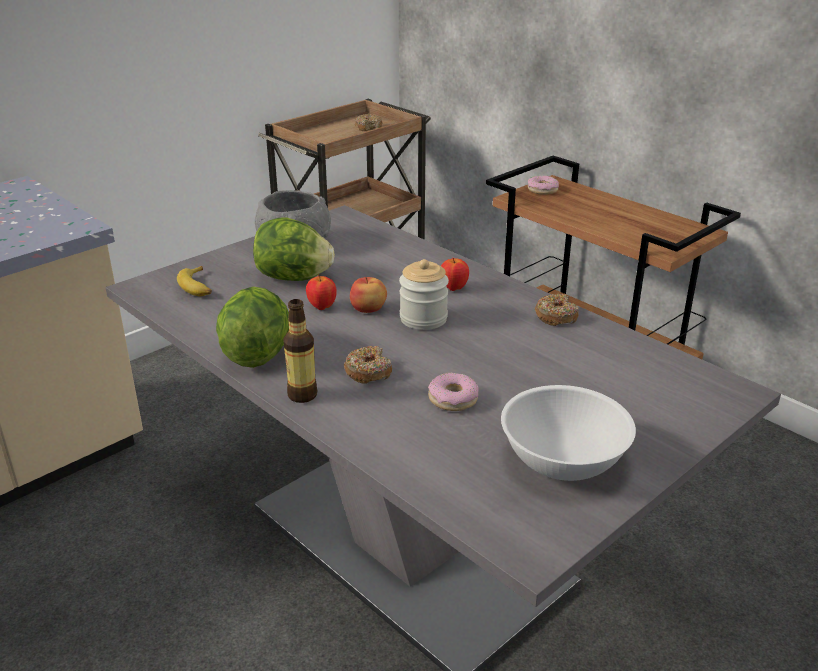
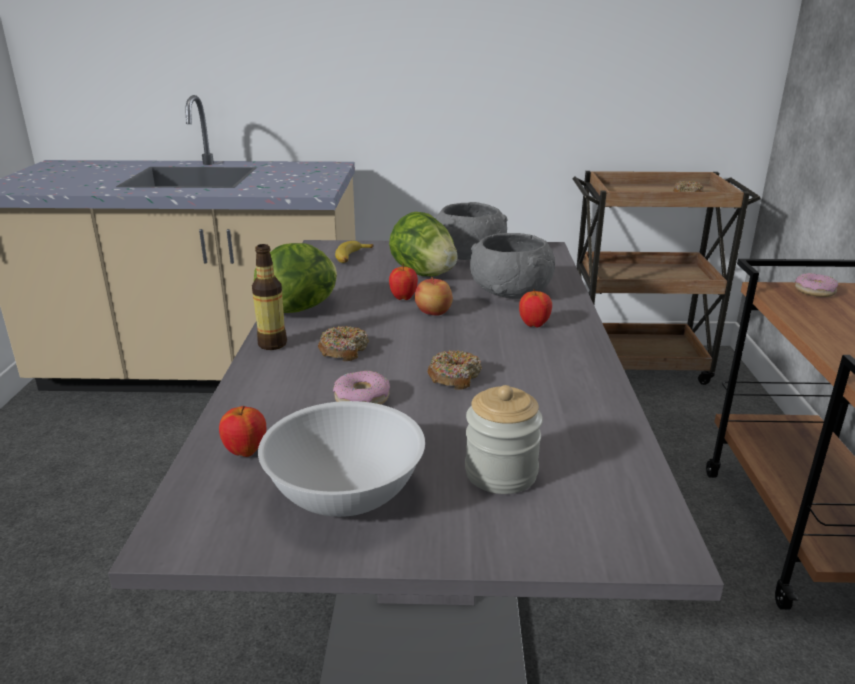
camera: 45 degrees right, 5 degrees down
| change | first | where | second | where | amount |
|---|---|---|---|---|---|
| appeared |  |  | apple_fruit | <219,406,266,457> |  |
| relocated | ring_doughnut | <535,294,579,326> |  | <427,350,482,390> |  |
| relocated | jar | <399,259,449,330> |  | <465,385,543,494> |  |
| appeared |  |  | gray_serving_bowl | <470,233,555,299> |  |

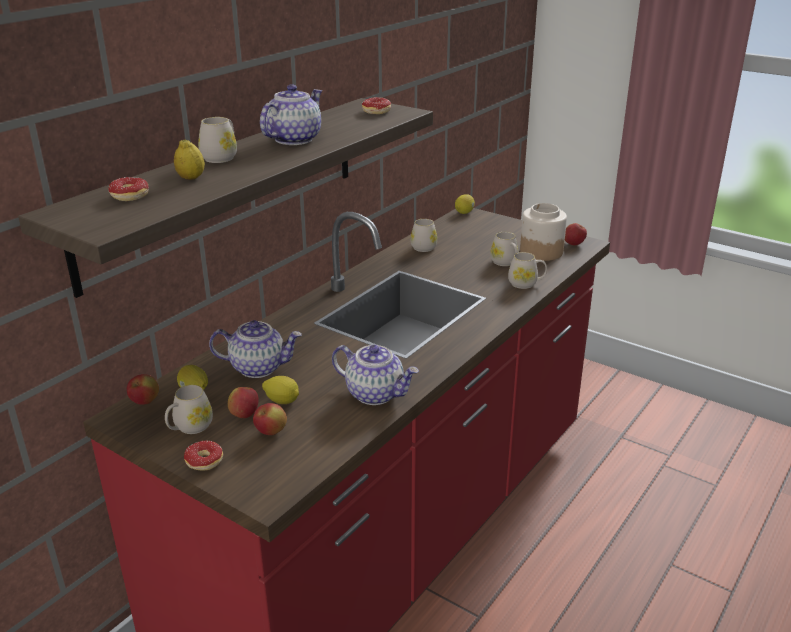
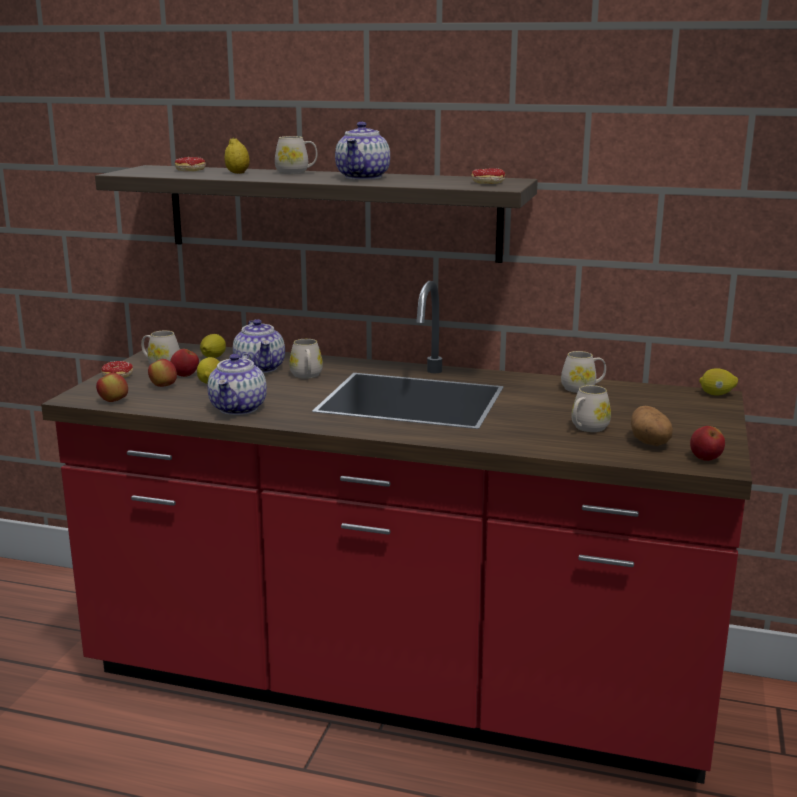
camera: 70 degrees right, 10 degrees down
| change | first | where | second | where | amount |
|---|---|---|---|---|---|
| relocated | apple_fruit | <127,374,159,405> |  | <96,373,128,402> |  |
| relocated | whitish_coffee_mug | <508,252,547,289> |  | <289,339,323,379> |  |
| spun | tea_pot | <260,84,323,145> |  | <335,122,390,180> | 90 degrees clockwise |
| exchanged | jar | <520,203,567,261> | spud | <631,406,673,446> |  |

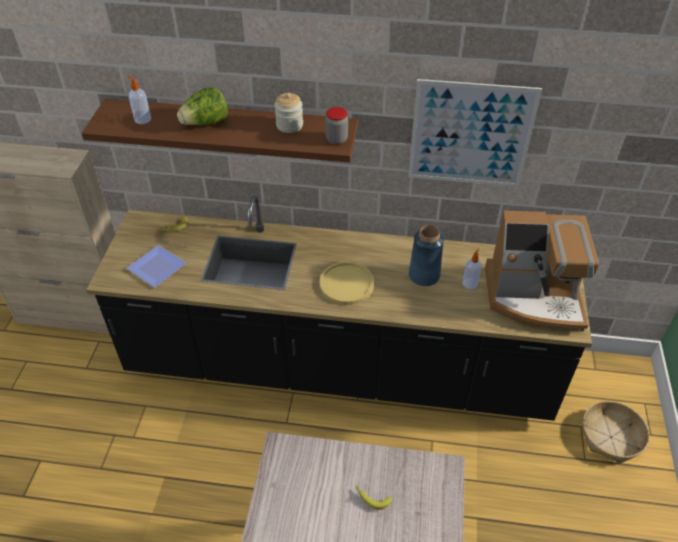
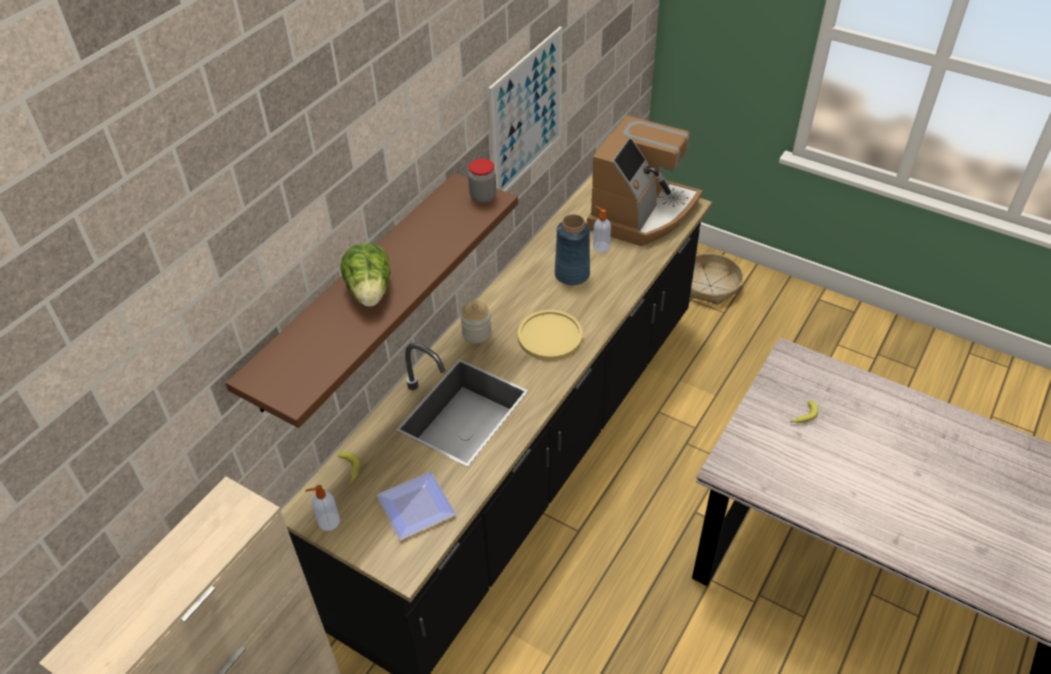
camera: 65 degrees left, 0 degrees up
| change | first | where | second | where | amount |
|---|---|---|---|---|---|
| relocated | soap_dispenser | <128,75,151,124> |  | <305,485,340,531> |  |
| relocated | jar | <274,93,303,133> |  | <460,301,492,343> |  |

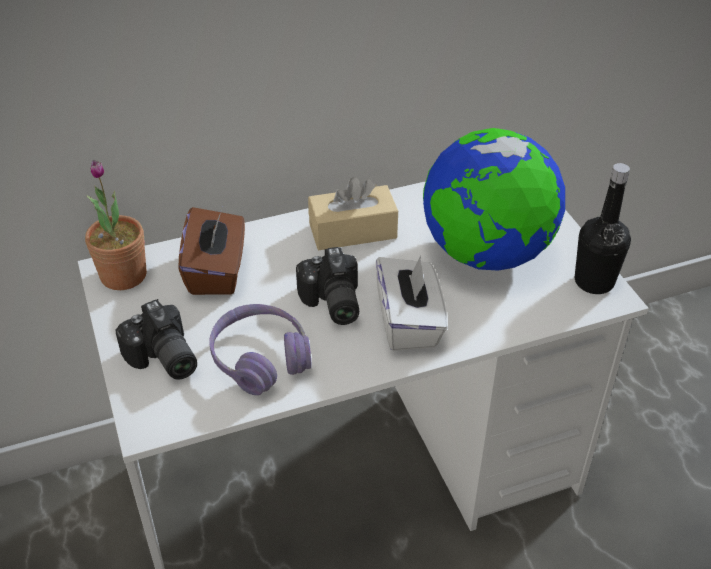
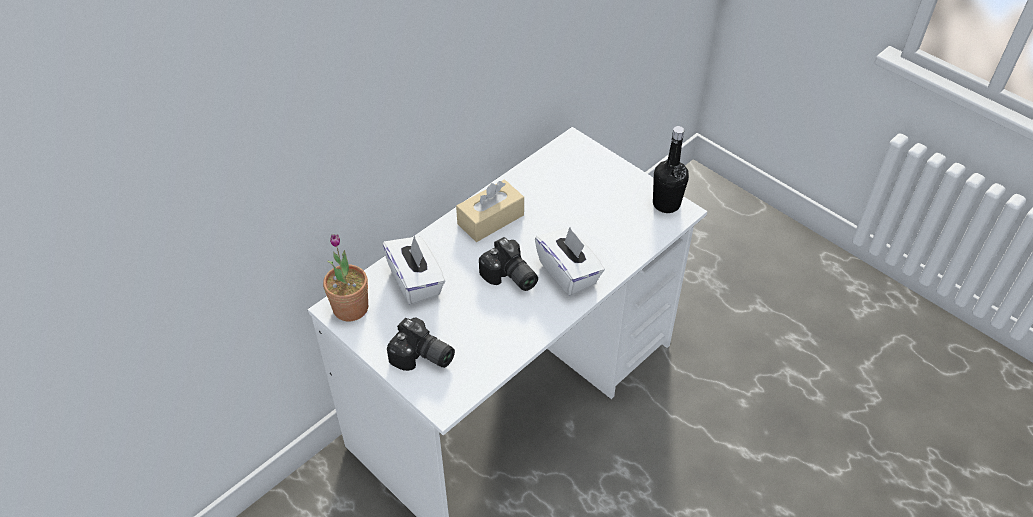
camera: 25 degrees left, 5 degrees up
| change | first | where | second | where | amount |
|---|---|---|---|---|---|
| colour | brown-coloured_tissue_holder | <179,207,245,295> | whitish_tissue_holder | <382,235,445,305> |  |
| missing | purplish_pair_of_headphones | <209,304,312,395> |  |  |  |
| missing | globe | <423,128,565,271> |  |  |  |

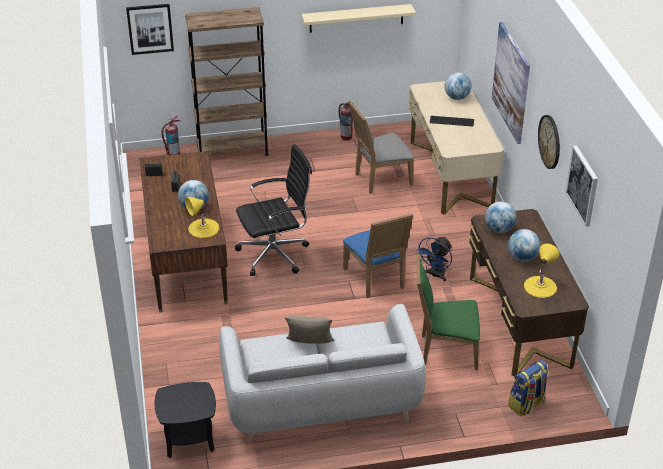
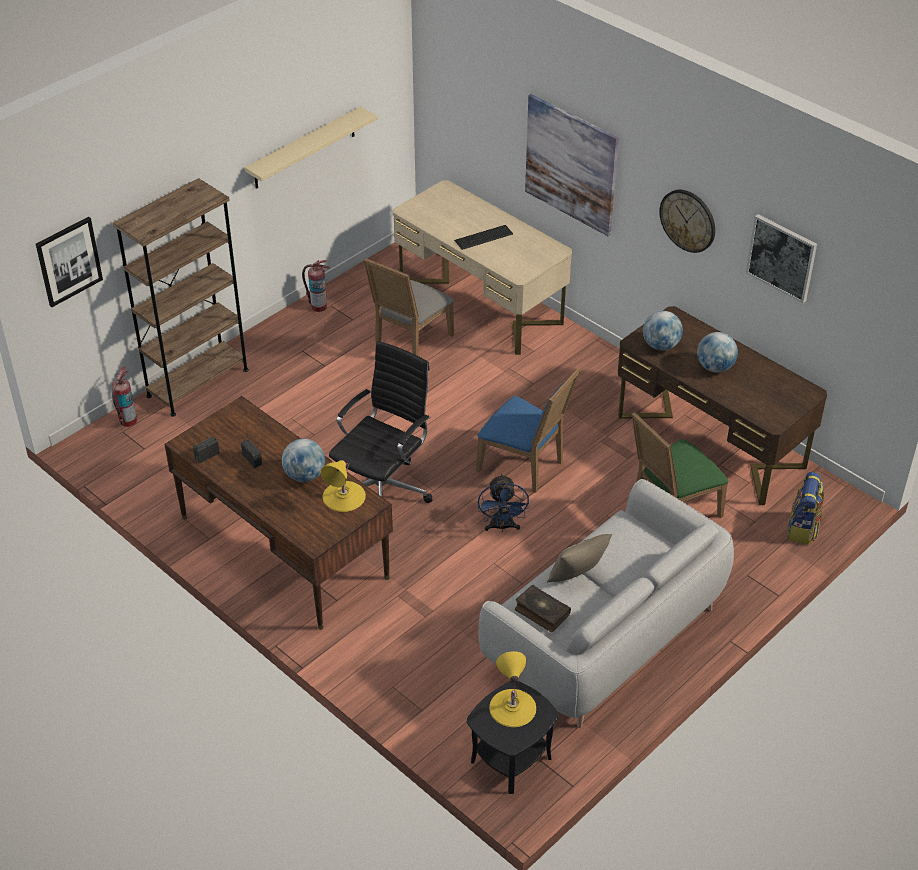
camera: 35 degrees left, 5 degrees up
| change | first | where | second | where | amount |
|---|---|---|---|---|---|
| relocated | blue_cooling_fan | <415,237,452,282> |  | <478,474,529,532> |  |
| relocated | yellow_table_lamp | <524,243,559,298> |  | <489,651,536,727> |  |
| appeared |  |  | volume | <515,585,571,632> |  |
| missing | globe | <444,72,472,100> |  |  |  |

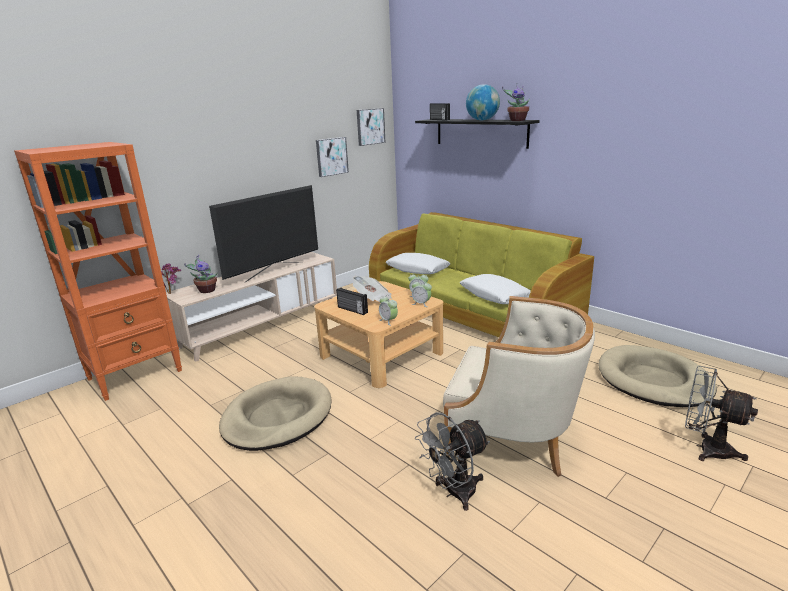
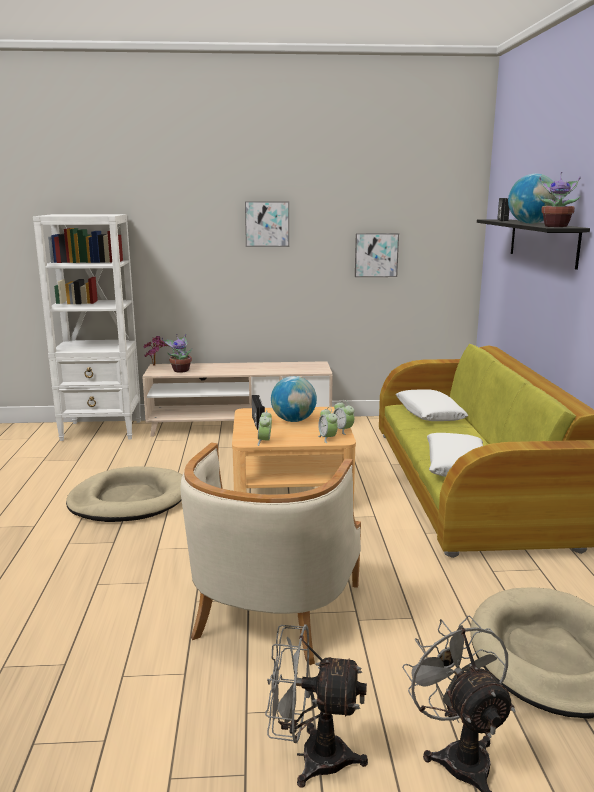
camera: 40 degrees right, 5 degrees down
| change | first | where | second | where | amount |
|---|---|---|---|---|---|
| colour | orange-coloured_bookshelf | <14,142,182,401> | whitish_bookshelf | <33,214,141,441> |  |
| spun | sand-coloured_armchair | <443,296,595,477> |  | <180,442,361,665> | 45 degrees clockwise |
| relocated | wall_art | <357,108,386,146> |  | <245,201,289,247> |  |
| relocated | gray_cooling_fan | <415,412,490,511> |  | <265,624,368,788> |  |
| exchanged | newspaper | <353,276,392,302> | globe | <271,376,317,422> |  |
| missing | TV | <209,185,318,282> |  |  |  |

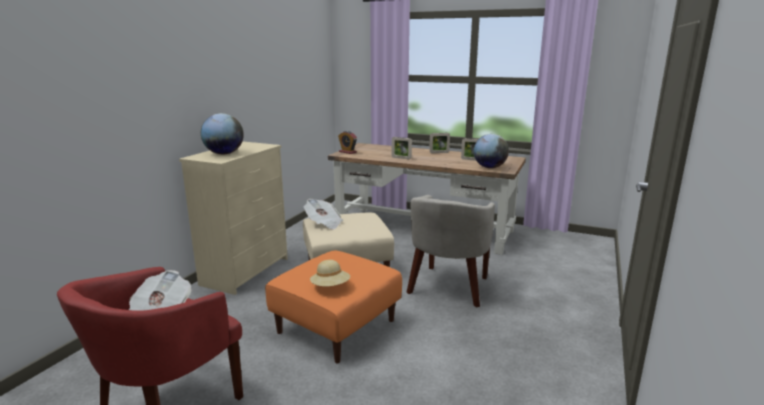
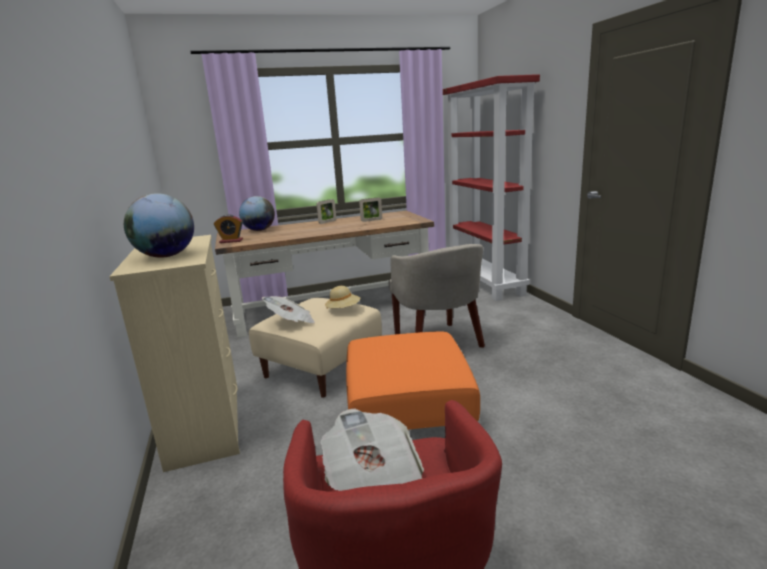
camera: 40 degrees left, 0 degrees up
| change | first | where | second | where | amount |
|---|---|---|---|---|---|
| relocated | globe | <474,134,509,168> |  | <239,196,275,231> |  |
| relocated | sand-coloured_wearable_hat | <310,260,350,287> |  | <325,286,360,309> |  |
| appeared |  |  | red-coloured_bookshelf | <443,74,540,301> |  |
| missing | photo_frame | <392,137,412,159> |  |  |  |

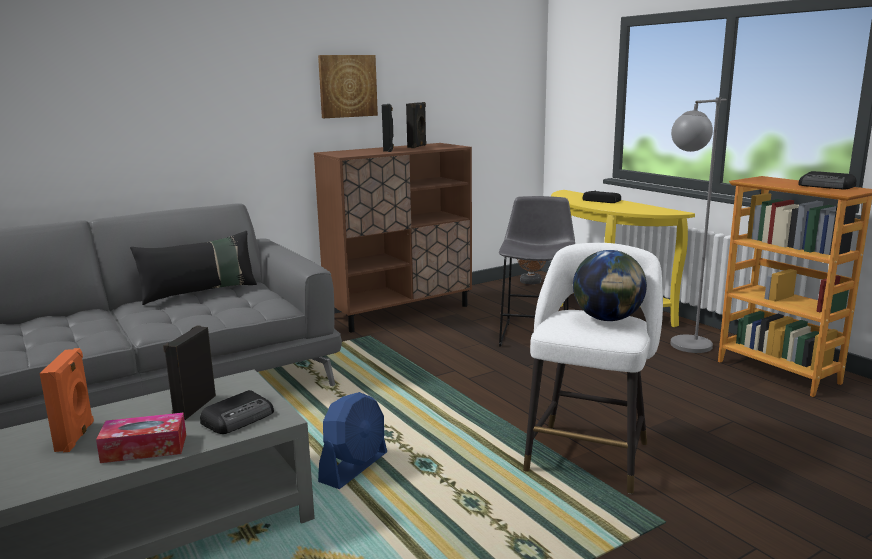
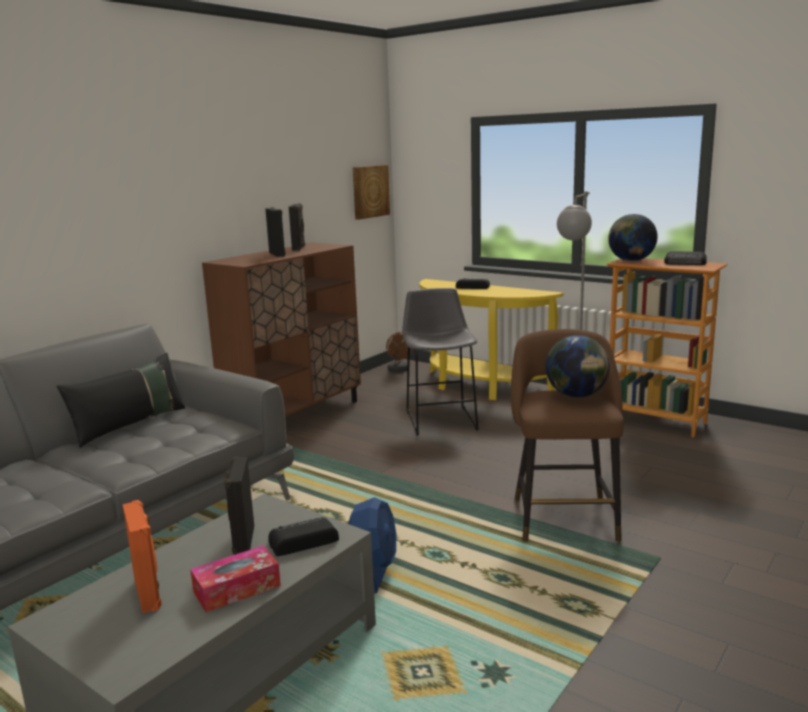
camera: 20 degrees left, 0 degrees up
| change | first | where | second | where | amount |
|---|---|---|---|---|---|
| spun | radio | <200,390,274,434> |  | <269,517,339,556> | 135 degrees counterclockwise |
| relocated | wall_art | <318,55,378,118> |  | <353,165,390,220> |  |
| colour | whitish_stool | <523,243,663,494> | brown-coloured_stool | <511,329,624,542> |  |
| appeared |  |  | globe | <608,214,658,261> |  |

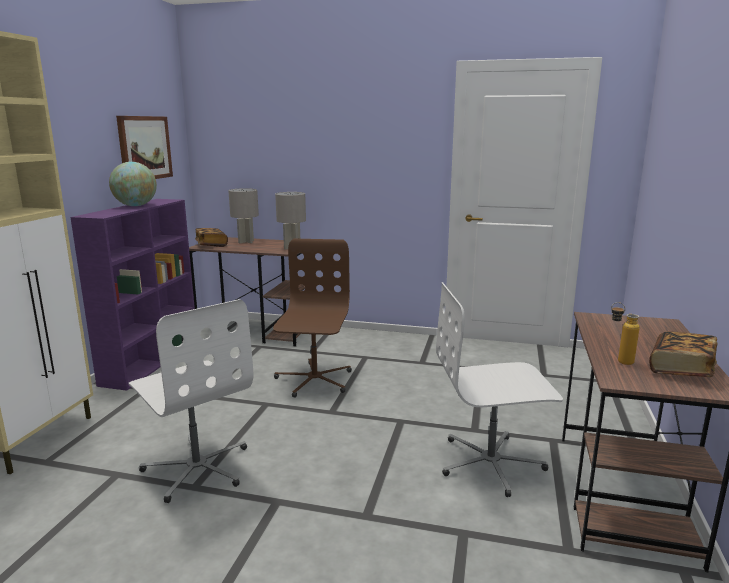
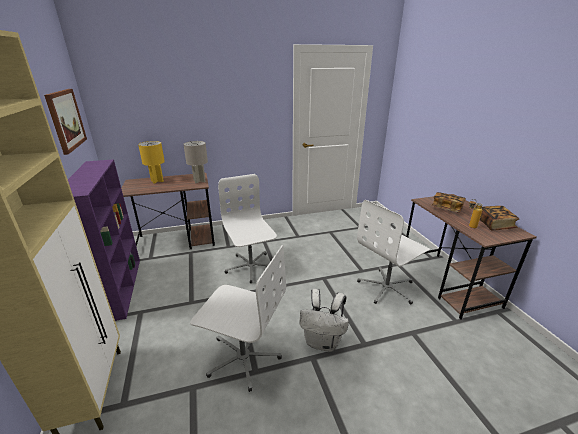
camera: 30 degrees left, 10 degrees up
| change | first | where | second | where | amount |
|---|---|---|---|---|---|
| colour | gray_table_lamp | <228,188,259,243> | yellow_table_lamp | <138,141,165,184> |  |
| colour | brown-coloured_computer_chair | <273,239,352,398> | whitish_computer_chair | <218,174,277,283> |  |
| appeared |  |  | whitish_rucksack | <299,289,349,352> |  |
| relocated | volume | <195,228,228,247> |  | <432,192,466,212> |  |
| missing | globe | <109,162,157,206> |  |  |  |

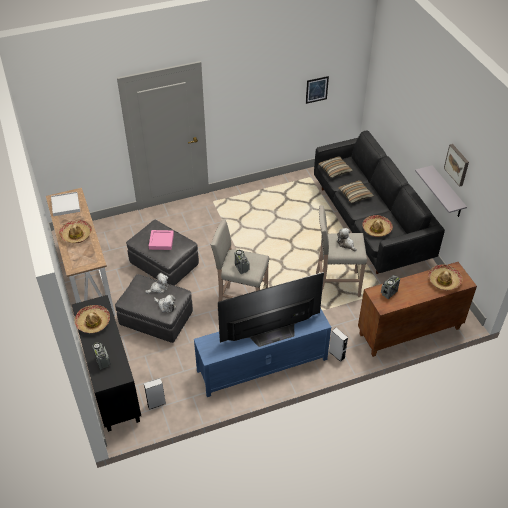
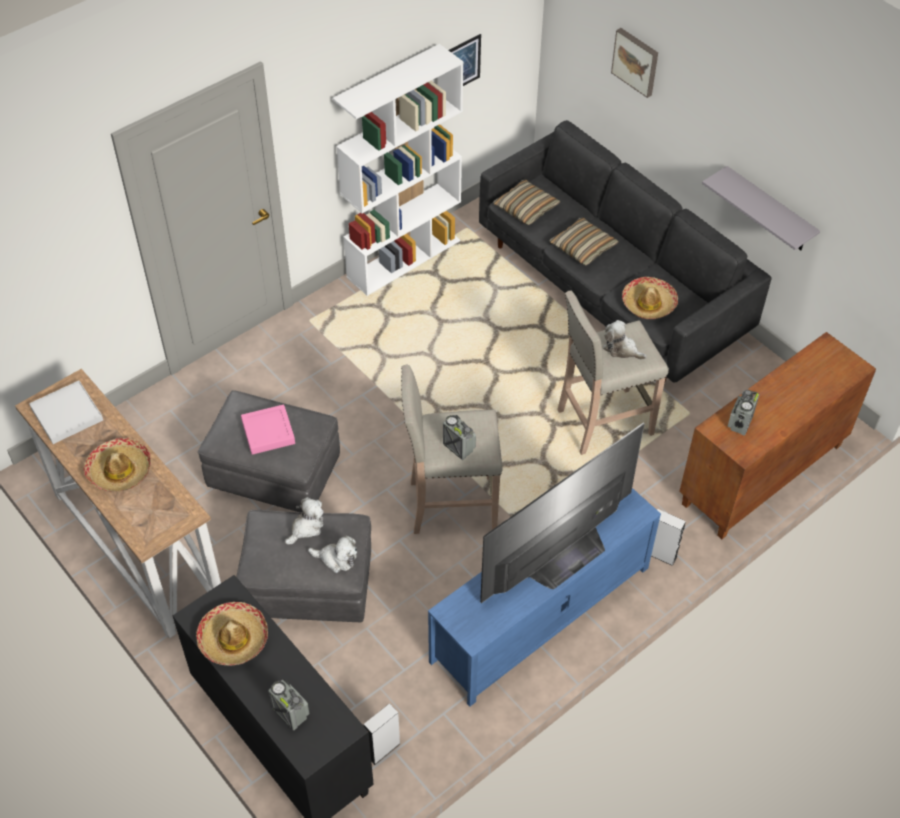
camera: 20 degrees left, 5 degrees up
| change | first | where | second | where | amount |
|---|---|---|---|---|---|
| appeared |  |  | whitish_bookshelf | <333,44,463,296> |  |
| relocated | wall_art | <444,144,469,187> |  | <611,28,658,98> |  |
| missing | wearable_hat | <428,264,463,290> |  |  |  |

